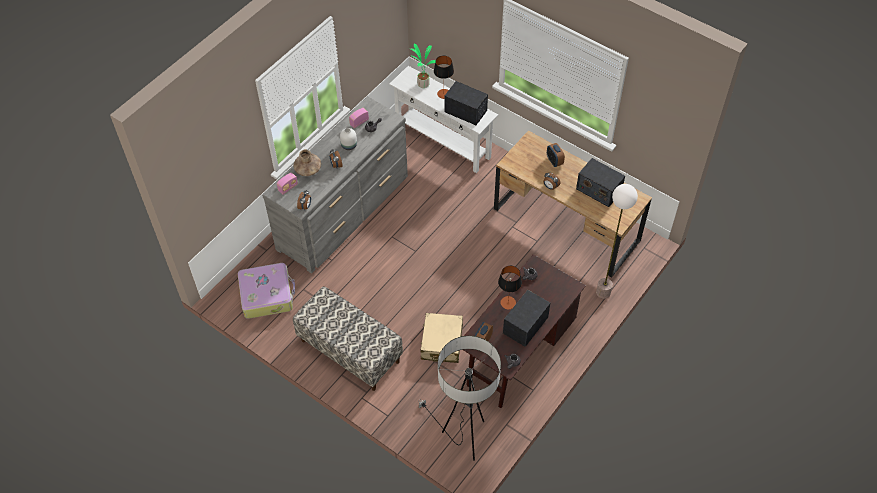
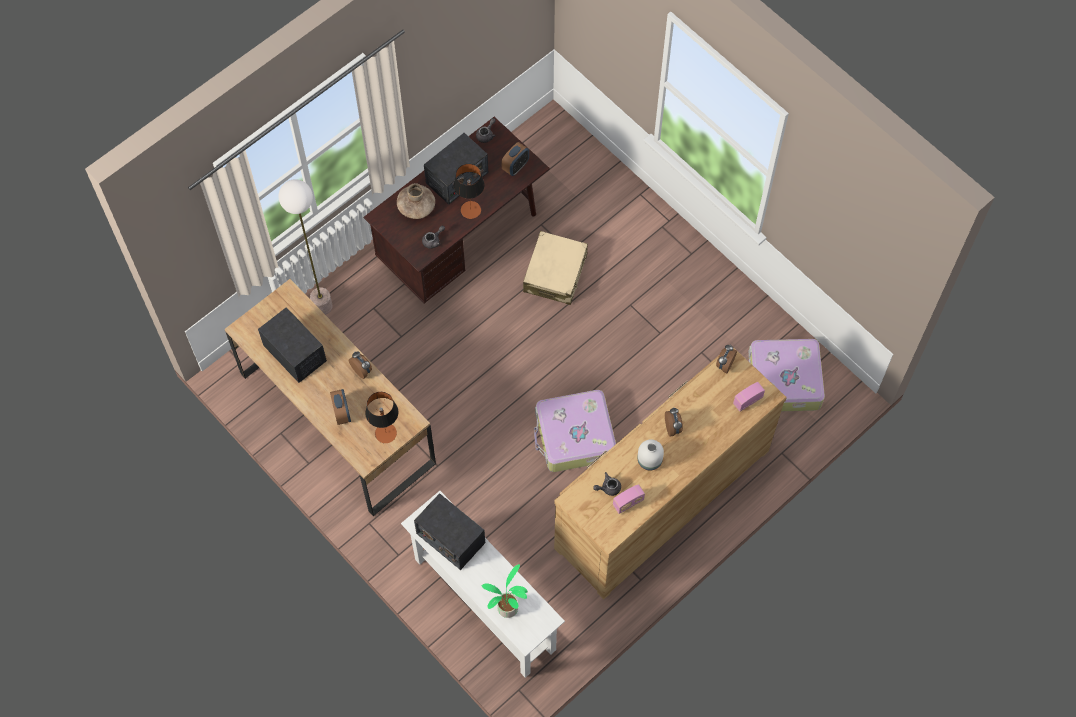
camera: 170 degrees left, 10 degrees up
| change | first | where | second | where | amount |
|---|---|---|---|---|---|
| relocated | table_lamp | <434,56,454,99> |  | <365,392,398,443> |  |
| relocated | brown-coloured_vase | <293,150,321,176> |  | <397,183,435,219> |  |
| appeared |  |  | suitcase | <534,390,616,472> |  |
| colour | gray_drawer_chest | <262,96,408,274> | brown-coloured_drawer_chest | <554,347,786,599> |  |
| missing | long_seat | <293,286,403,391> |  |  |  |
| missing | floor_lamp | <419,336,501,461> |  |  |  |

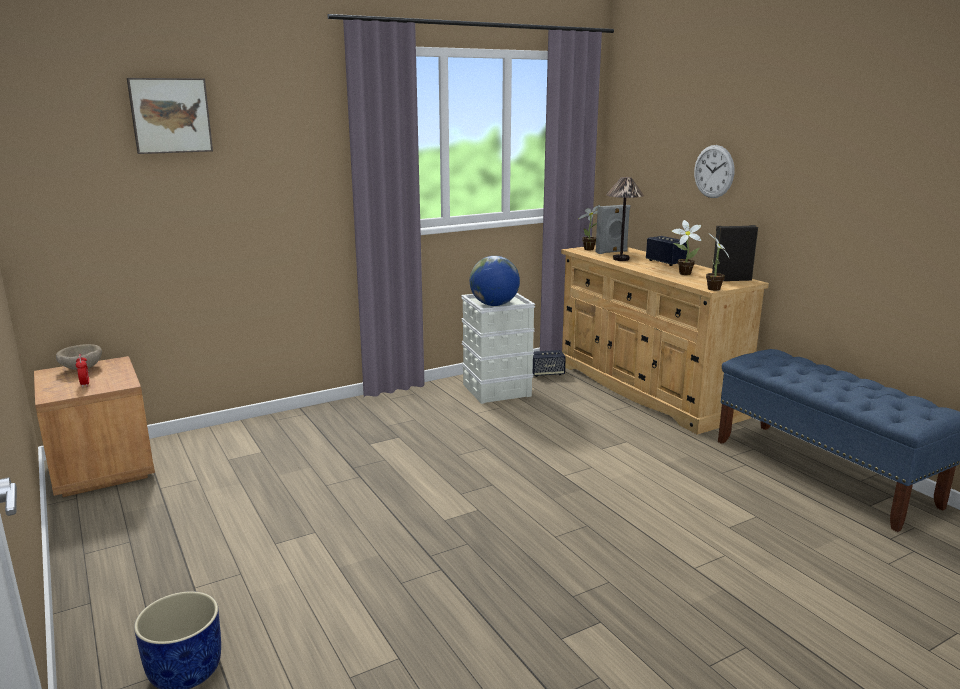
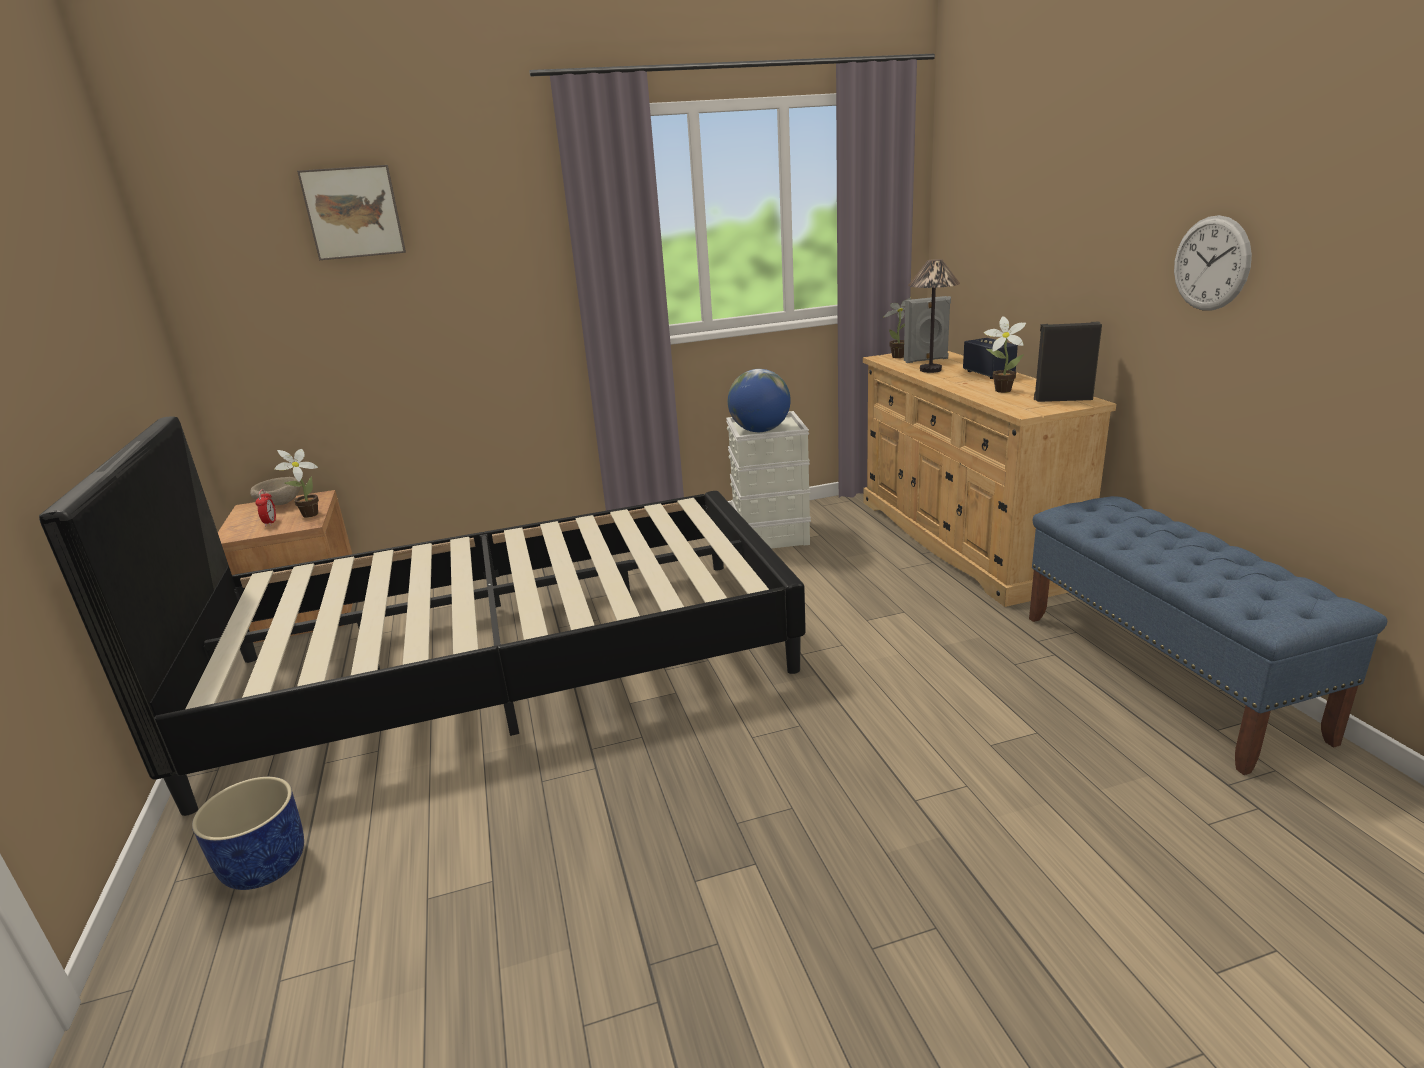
camera: 15 degrees right, 5 degrees up
| change | first | where | second | where | amount |
|---|---|---|---|---|---|
| appeared |  |  | black_bedroom_bed | <39,416,806,816> |  |
| relocated | plant_in_a_pot | <706,233,729,291> |  | <275,449,319,518> |  |
| relocated | hanging_clock | <694,145,734,198> |  | <1174,215,1252,310> |  |
| missing | speaker | <533,350,566,377> |  |  |  |

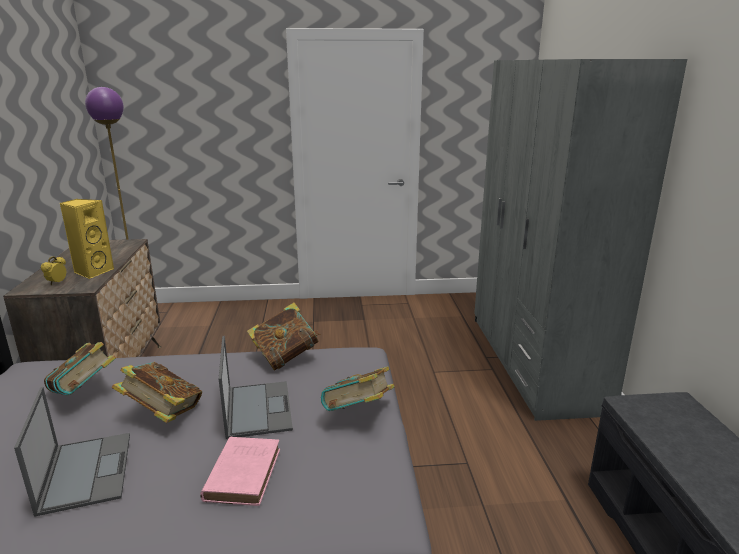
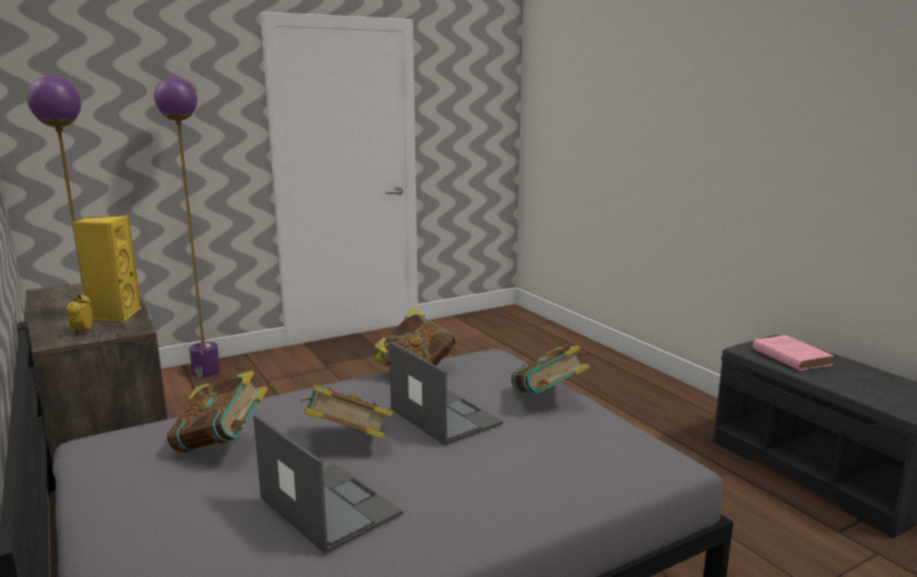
camera: 25 degrees left, 5 degrees down
| change | first | where | second | where | amount |
|---|---|---|---|---|---|
| appeared |  |  | purplish_floor_lamp | <154,77,220,378> |  |
| relocated | pink-coloured_volume | <200,437,280,506> |  | <753,335,834,371> |  |
| missing | gray_clothes_cupboard | <474,59,687,421> |  |  |  |

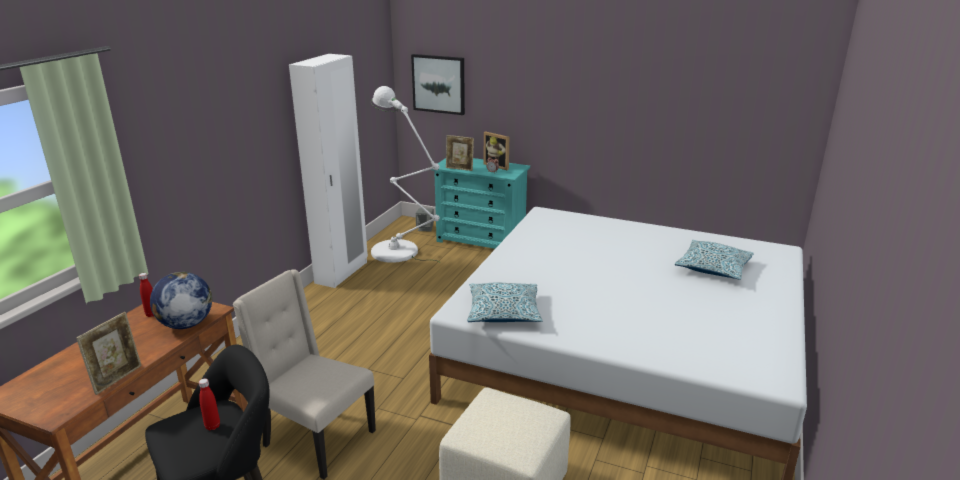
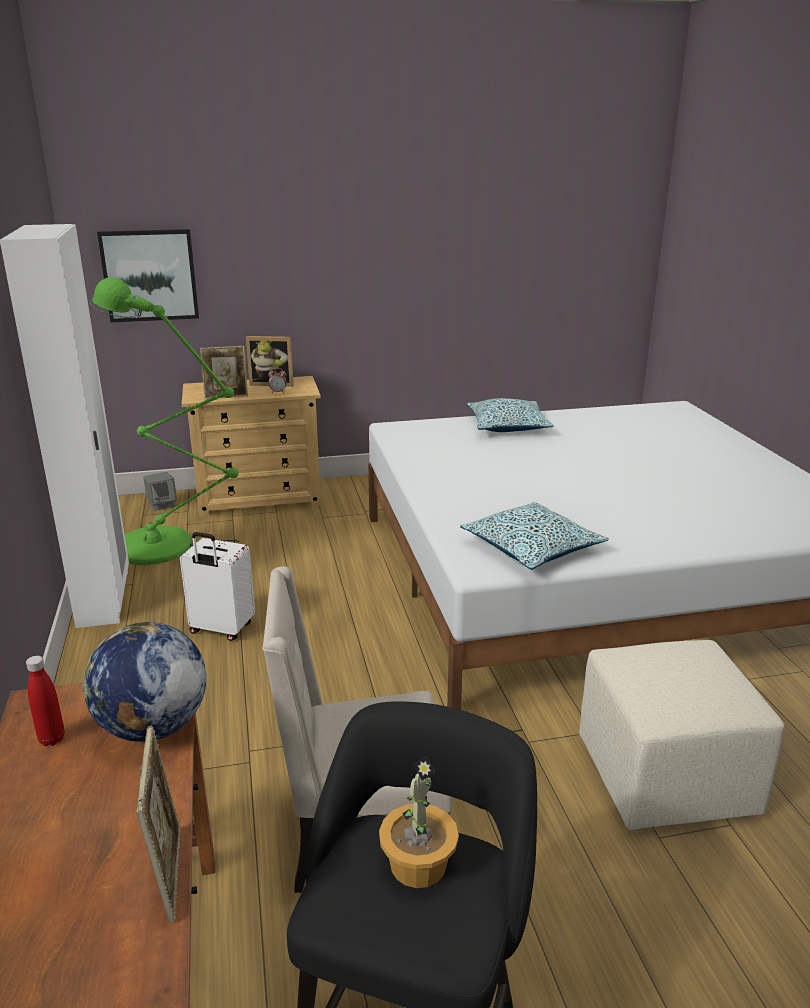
camera: 35 degrees left, 0 degrees up
| change | first | where | second | where | amount |
|---|---|---|---|---|---|
| colour | whitish_floor_lamp | <371,86,440,263> | green-coloured_floor_lamp | <90,277,240,565> |  |
| appeared |  |  | whitish_suitcase | <180,532,255,641> |  |
| colour | turquoise_drawer_chest | <431,158,530,249> | sand-coloured_drawer_chest | <182,376,321,517> |  |
| exchanged | red-coloured_drink_bottle | <199,379,220,430> | plant_in_a_pot | <379,756,459,888> |  |
| relocated | cushion | <675,240,754,280> |  | <467,398,554,432> |  |

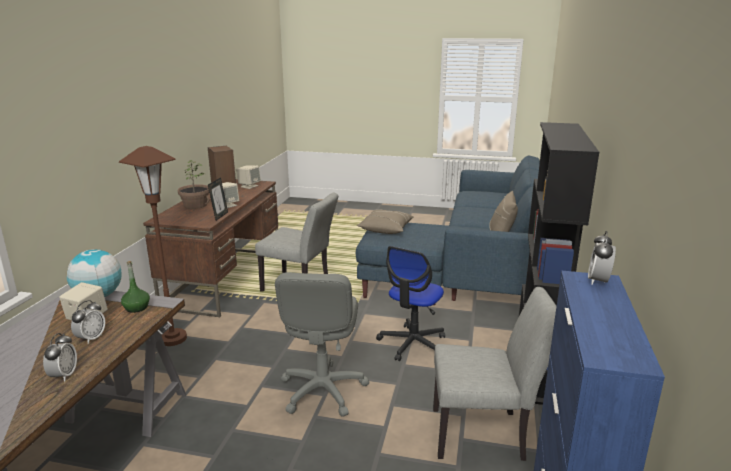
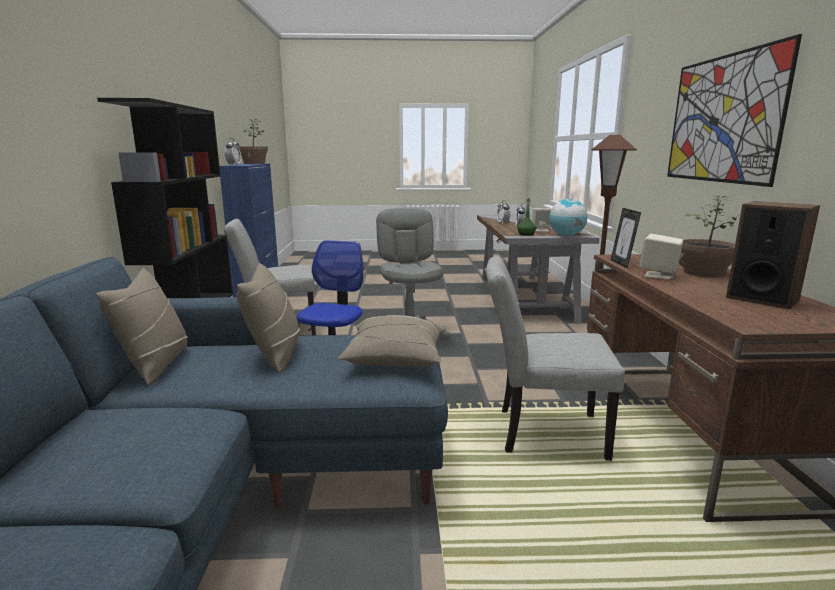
camera: 165 degrees right, 5 degrees down
| change | first | where | second | where | amount |
|---|---|---|---|---|---|
| appeared |  |  | sand-coloured_cushion | <236,263,300,374> |  |
| appeared |  |  | plant_in_a_pot | <239,119,268,164> |  |
| appeared |  |  | wall_art | <667,34,802,187> |  |
| missing | sand-coloured_speaker | <236,165,261,189> |  |  |  |

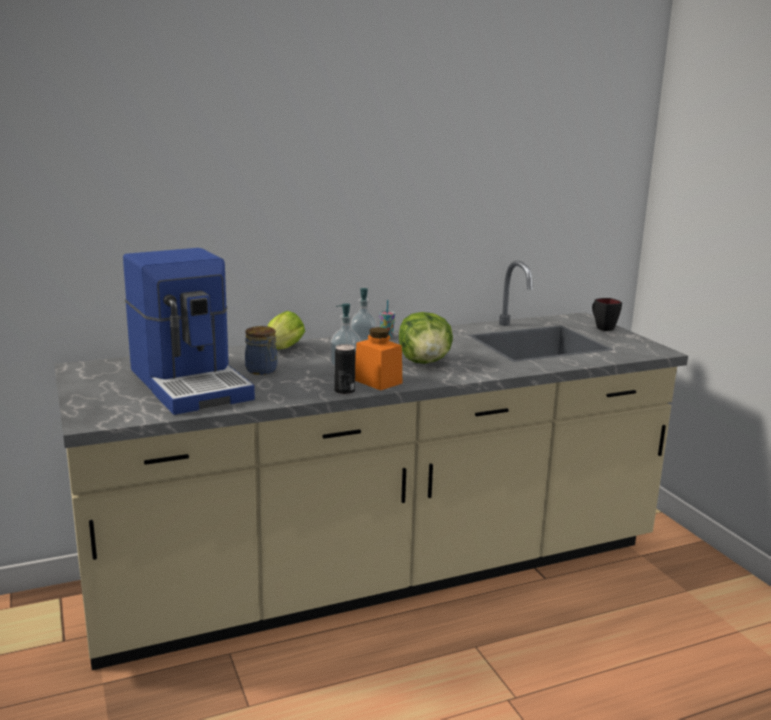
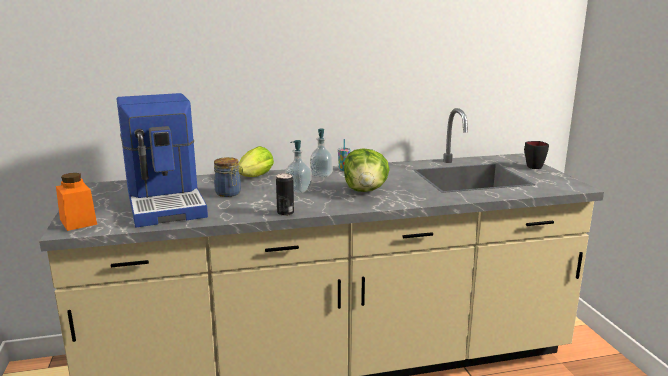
camera: 10 degrees right, 0 degrees up
| change | first | where | second | where | amount |
|---|---|---|---|---|---|
| relocated | orange-coloured_jar | <355,327,402,390> |  | <56,173,97,231> |  |

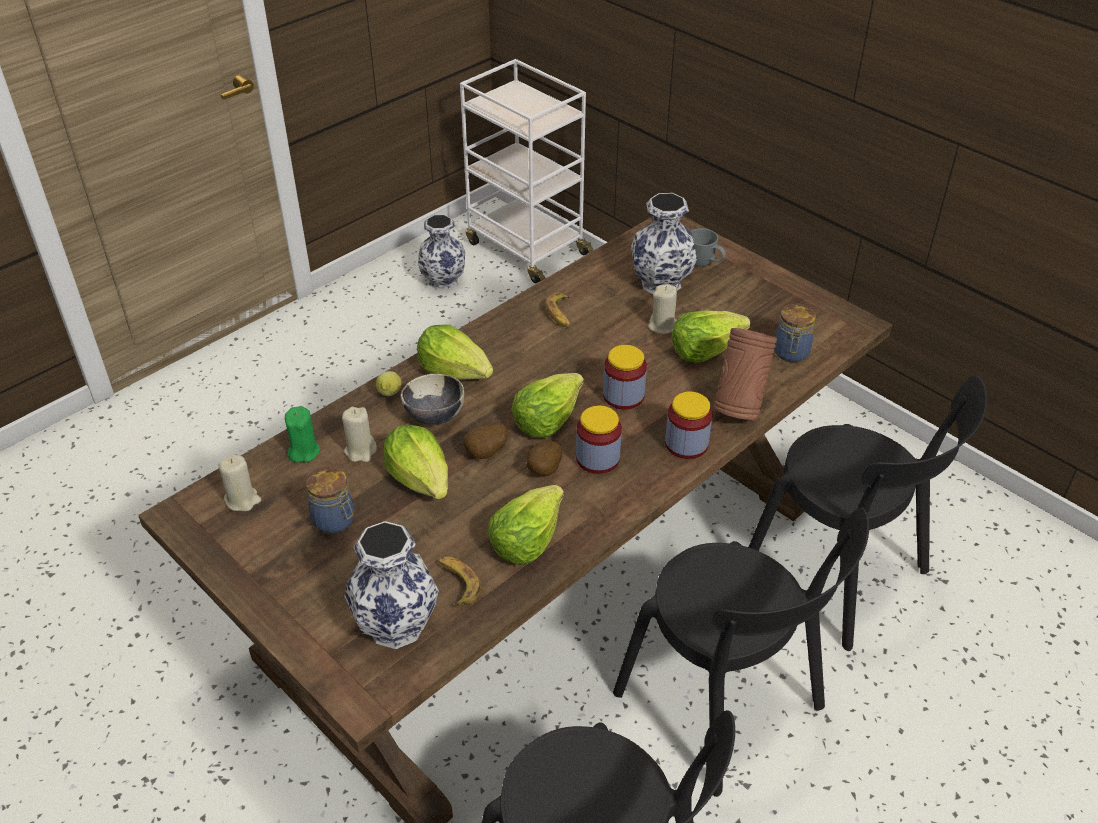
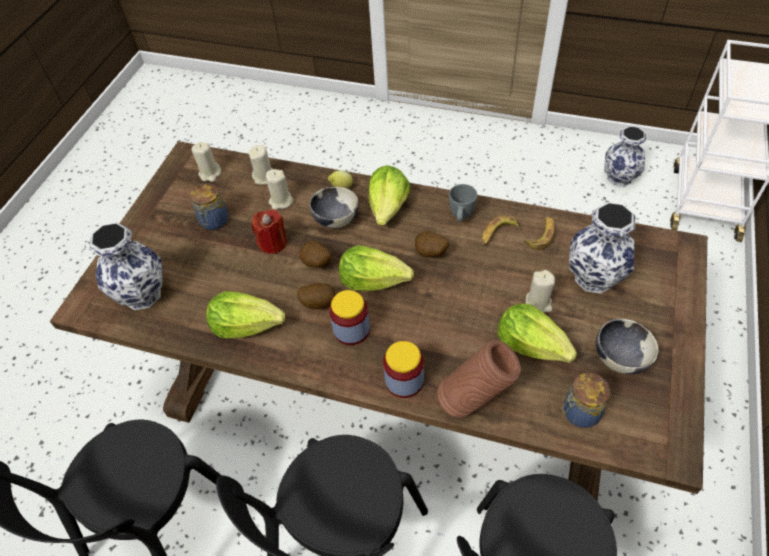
camera: 65 degrees right, 10 degrees up
| change | first | where | second | where | amount |
|---|---|---|---|---|---|
| colour | green-coloured_candle | <285,406,320,463> | sand-coloured_candle | <248,145,272,185> |  |
| exchanged | lettuce_head | <384,425,448,499> | red-coloured_candle | <251,209,287,254> |  |
| appeared |  |  | spud | <415,231,449,257> |  |
| relocated | gray_coffee_mug | <691,228,726,267> |  | <449,184,477,222> |  |
| relocated | banana | <438,557,481,606> |  | <523,217,555,250> |  |
| appeared |  |  | serving_bowl | <596,319,659,374> |  |
| missing | jar | <603,345,647,410> |  |  |  |

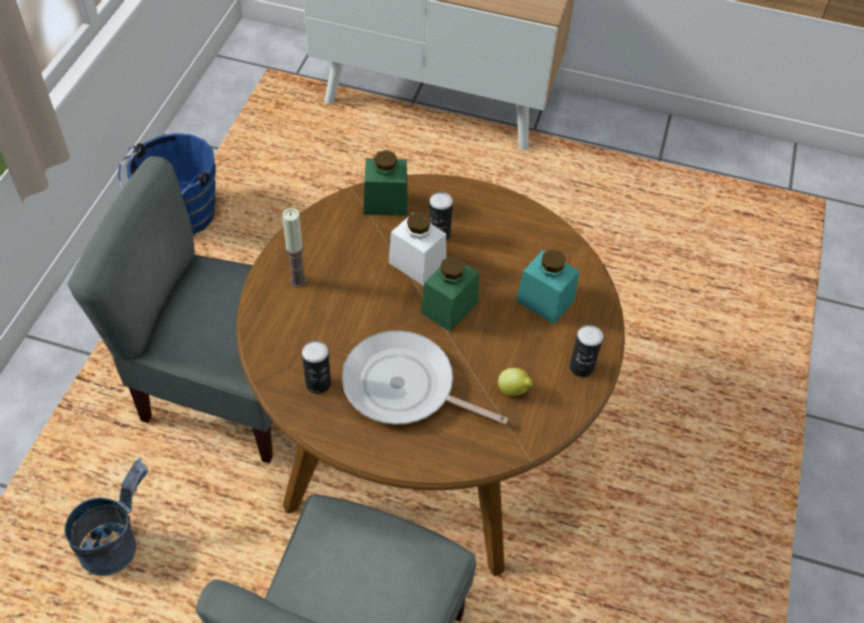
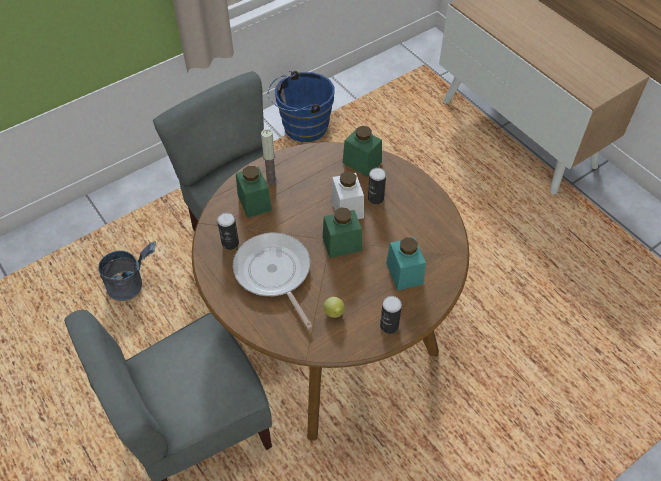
camera: 40 degrees right, 0 degrees up
| change | first | where | second | where | amount |
|---|---|---|---|---|---|
| appeared |  |  | green-coloured_jar | <236,166,272,218> |  |

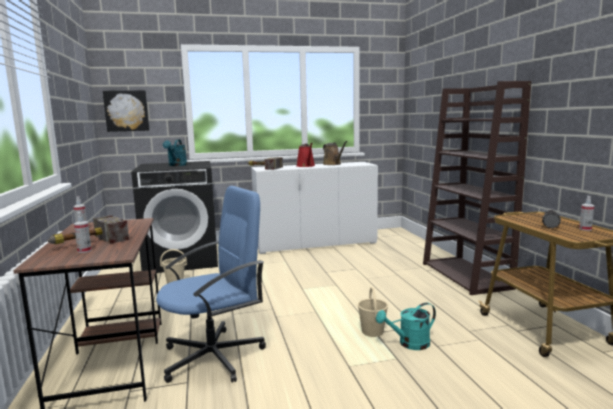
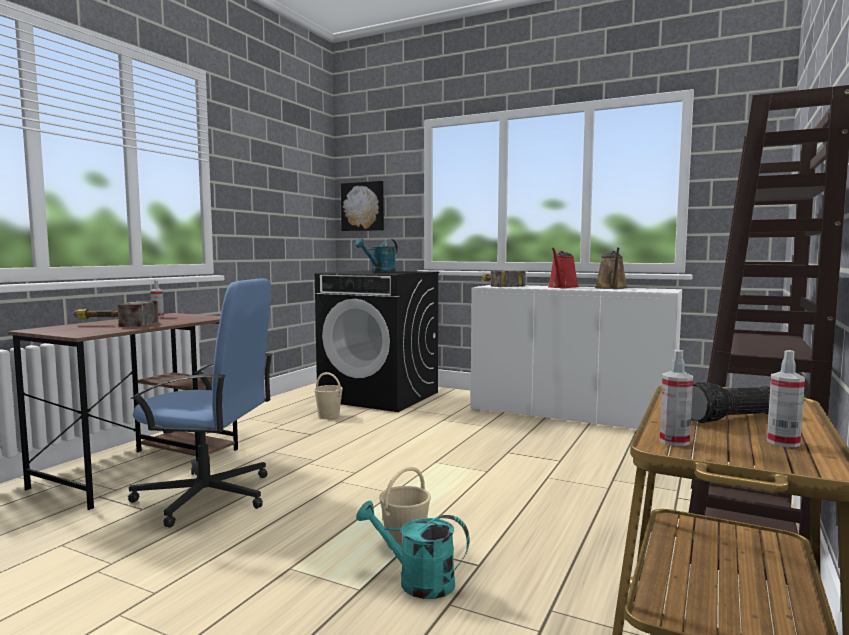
camera: 40 degrees right, 5 degrees down
| change | first | where | second | where | amount |
|---|---|---|---|---|---|
| relocated | sprayer | <74,212,91,253> |  | <660,350,693,446> |  |

